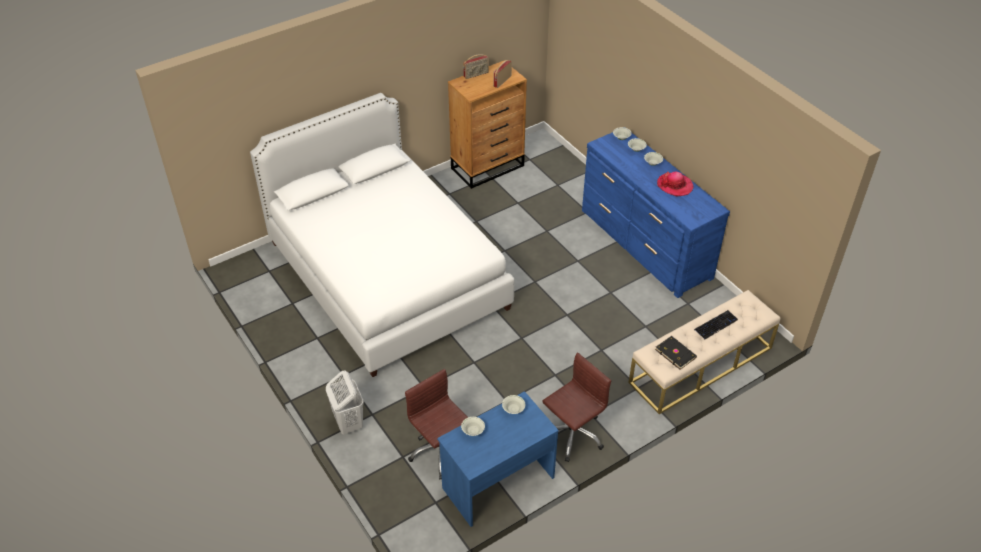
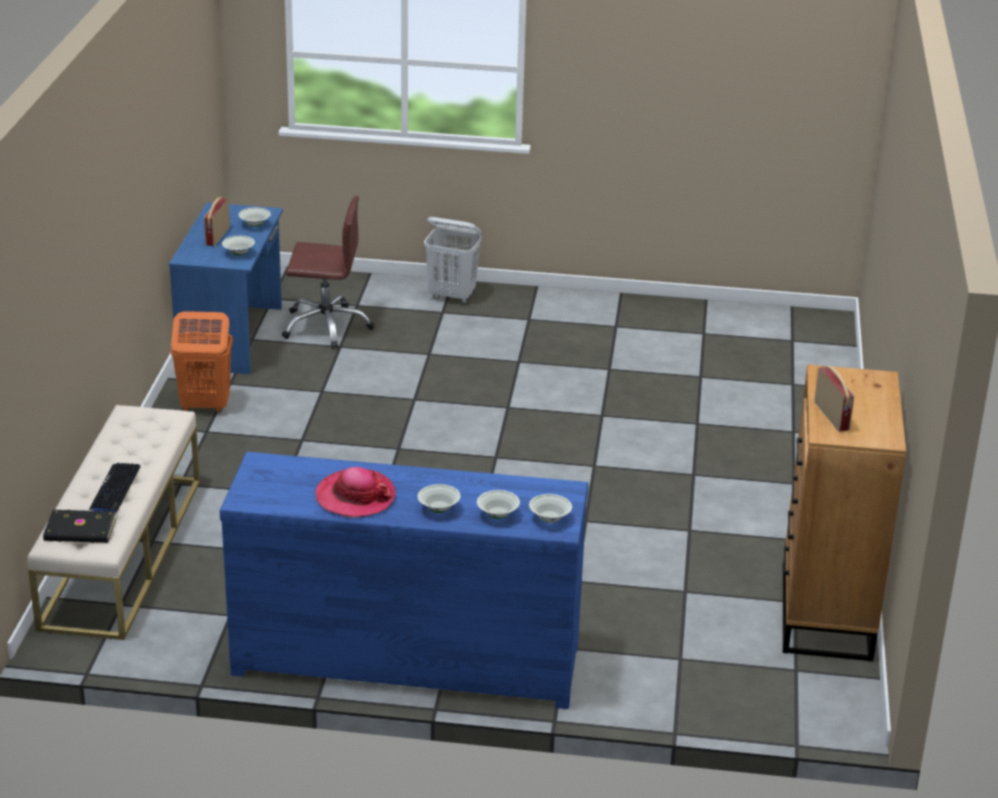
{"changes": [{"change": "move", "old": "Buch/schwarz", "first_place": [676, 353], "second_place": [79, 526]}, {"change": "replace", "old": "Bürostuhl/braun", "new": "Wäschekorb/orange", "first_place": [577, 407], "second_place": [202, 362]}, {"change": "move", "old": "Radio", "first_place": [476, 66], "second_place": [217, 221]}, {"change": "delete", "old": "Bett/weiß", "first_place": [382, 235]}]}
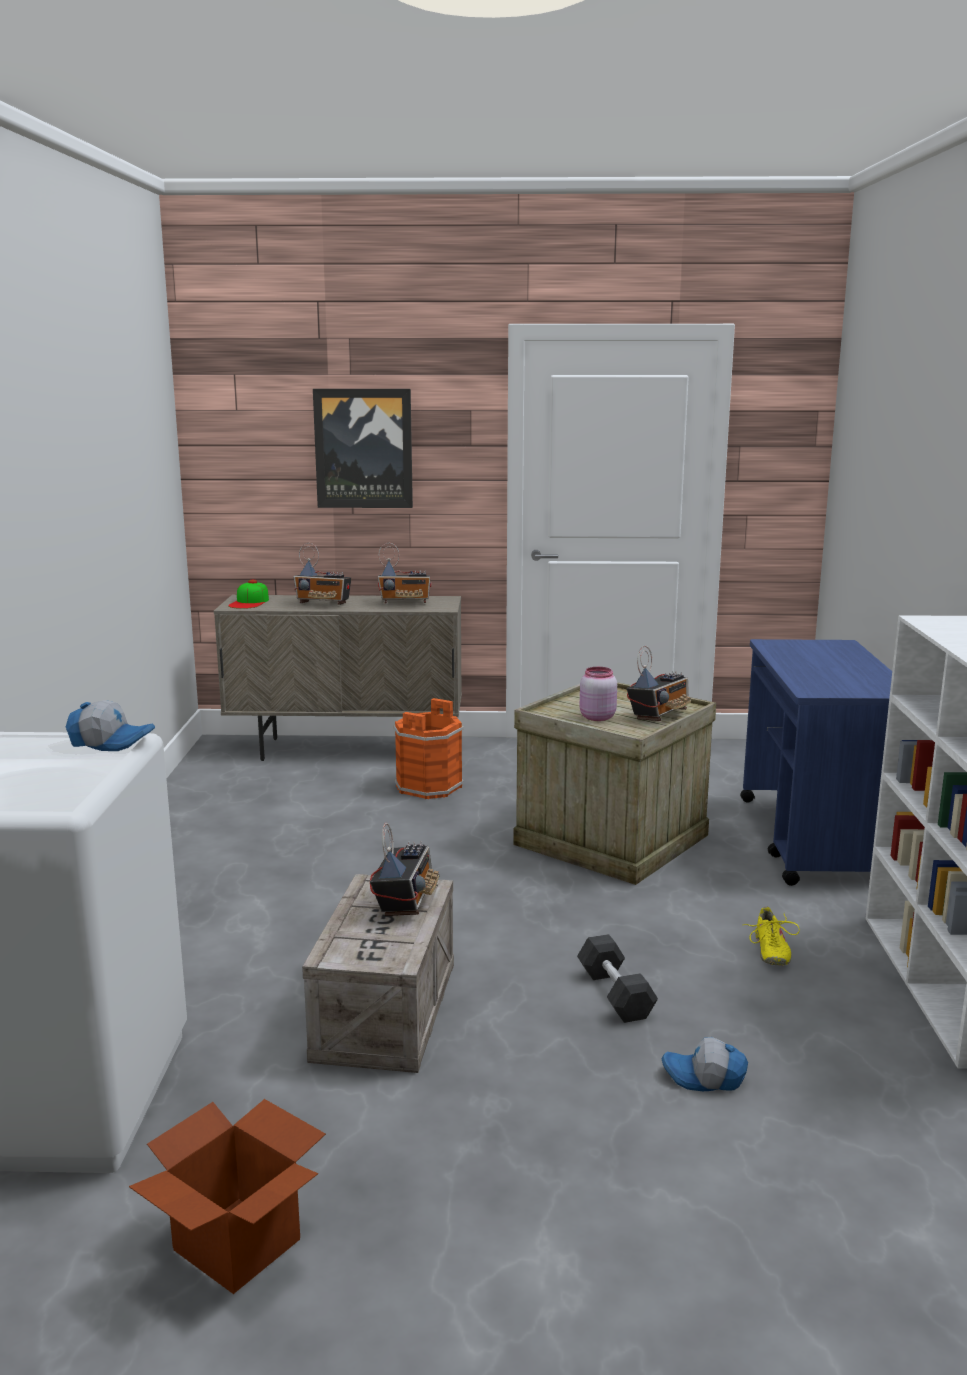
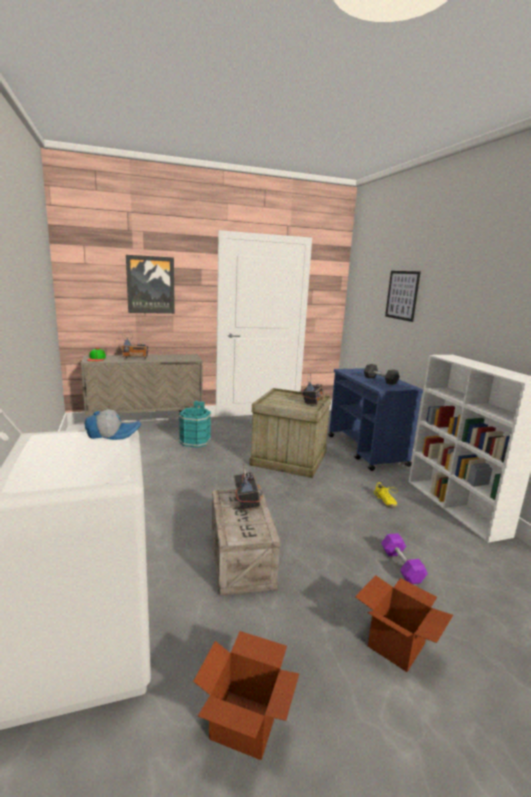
{"changes": [{"change": "recolor", "old": "Eimer/orange", "new": "Eimer/türkis", "first_place": [429, 748], "second_place": [194, 424]}, {"change": "insert", "new": "Karton", "second_place": [404, 623]}, {"change": "move", "old": "Hantel/grau", "first_place": [617, 978], "second_place": [382, 374]}, {"change": "replace", "old": "Kappe", "new": "Hantel/lila", "first_place": [704, 1064], "second_place": [404, 558]}, {"change": "insert", "new": "Bild", "second_place": [403, 296]}, {"change": "delete", "old": "Radio", "first_place": [404, 573]}, {"change": "delete", "old": "Vorratsglas/rosa", "first_place": [598, 694]}]}
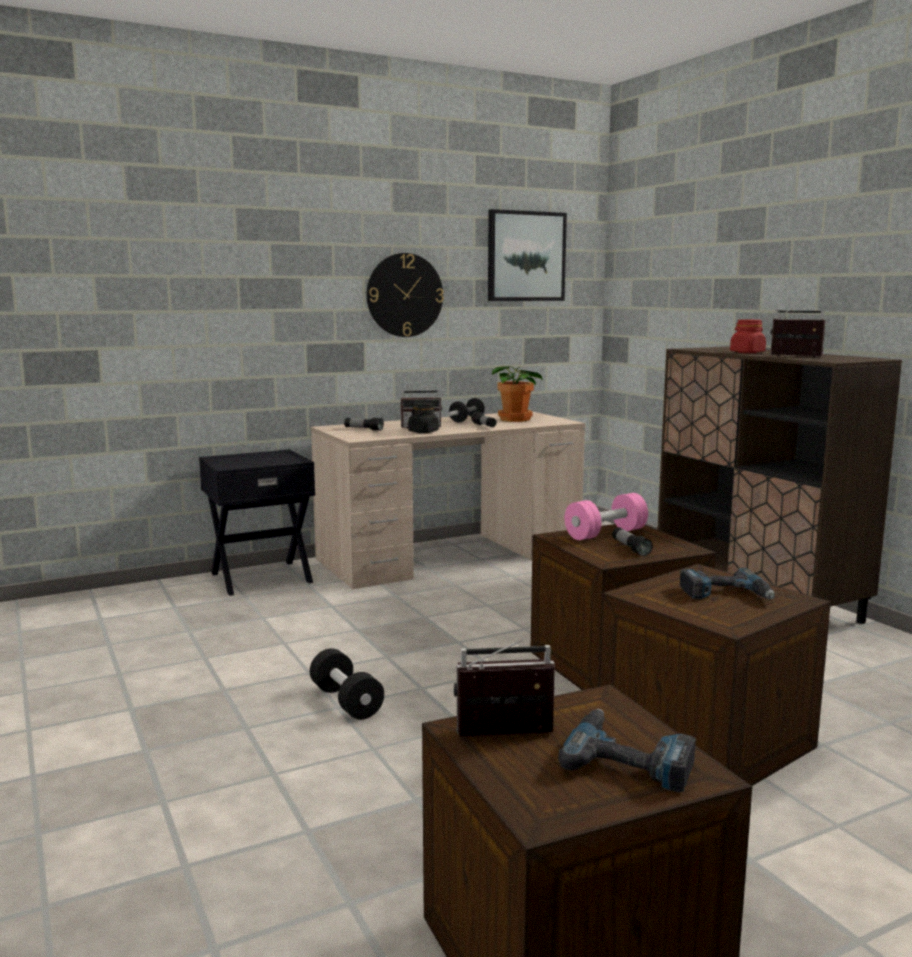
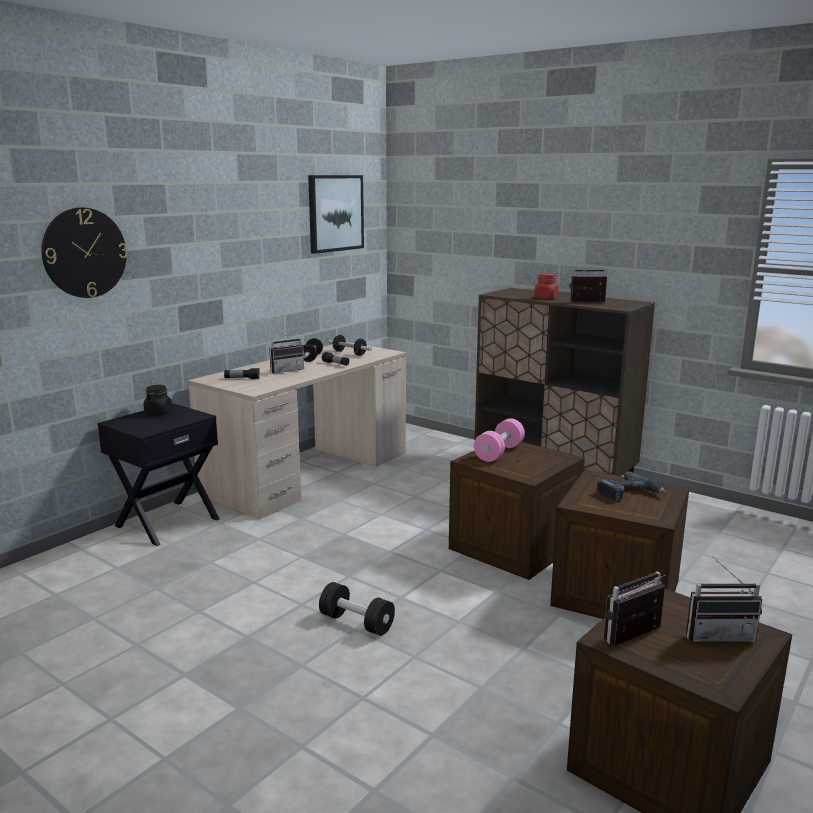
{"changes": [{"change": "move", "old": "Wanduhr", "first_place": [405, 295], "second_place": [84, 252]}, {"change": "move", "old": "Vorratsglas/schwarz", "first_place": [423, 417], "second_place": [158, 400]}, {"change": "replace", "old": "Topfpflanze", "new": "Hantel", "first_place": [517, 394], "second_place": [350, 345]}, {"change": "replace", "old": "Bohrmaschine", "new": "Radio", "first_place": [627, 750], "second_place": [724, 599]}, {"change": "delete", "old": "Taschenlampe", "first_place": [632, 541]}]}
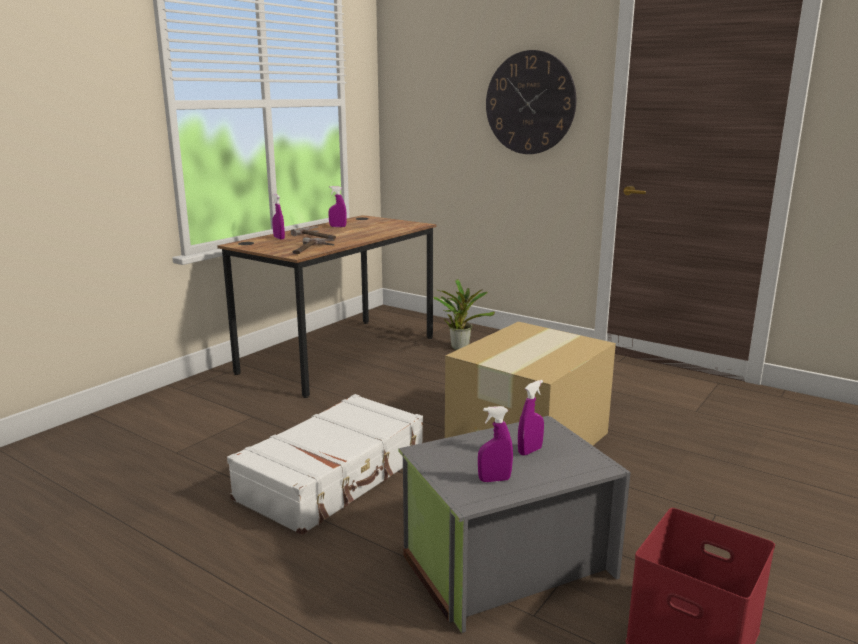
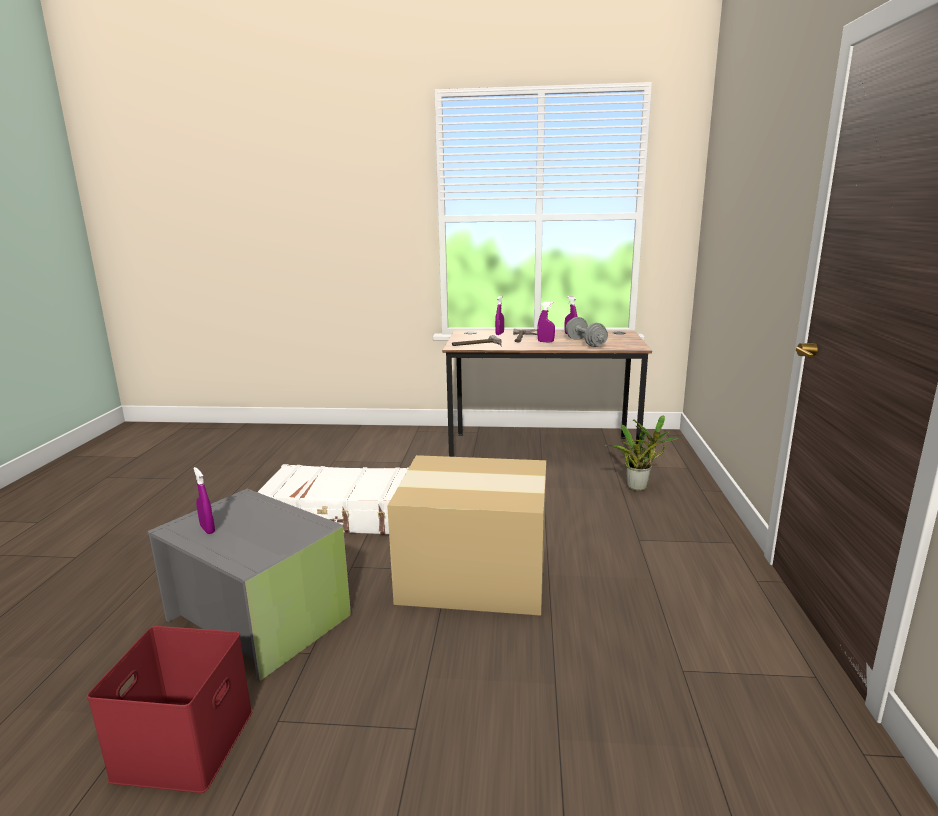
{"changes": [{"change": "move", "old": "Sprühflasche/lila", "first_place": [531, 417], "second_place": [546, 322]}, {"change": "insert", "new": "Hantel/grau", "second_place": [587, 332]}, {"change": "delete", "old": "Wanduhr", "first_place": [531, 102]}]}
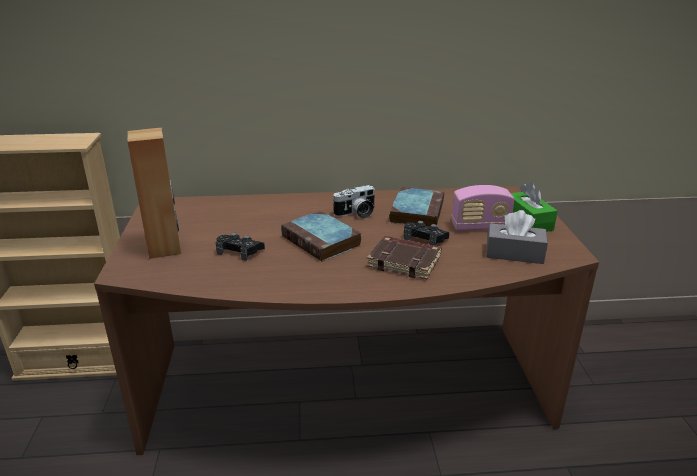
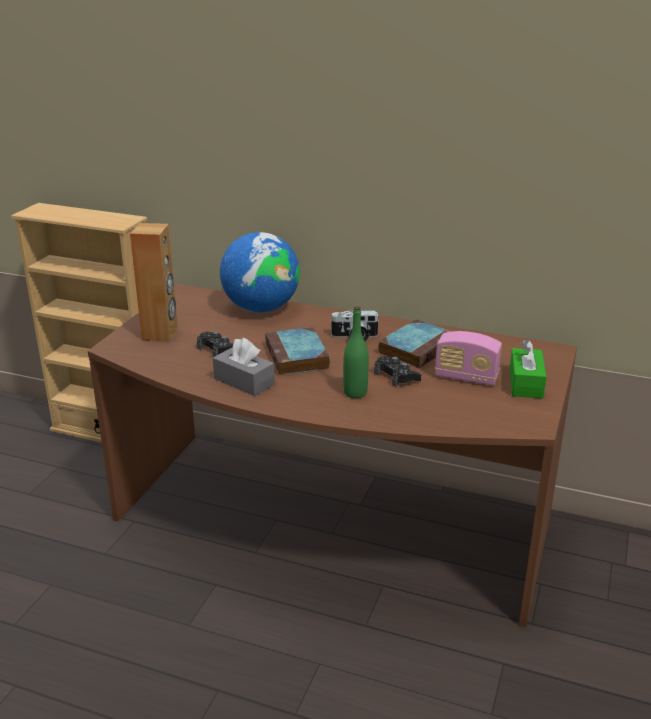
{"changes": [{"change": "move", "old": "Taschentuchbox/grau", "first_place": [517, 237], "second_place": [244, 367]}, {"change": "insert", "new": "Globus", "second_place": [260, 272]}, {"change": "replace", "old": "Buch/braun", "new": "Flasche/grün", "first_place": [404, 257], "second_place": [356, 352]}]}
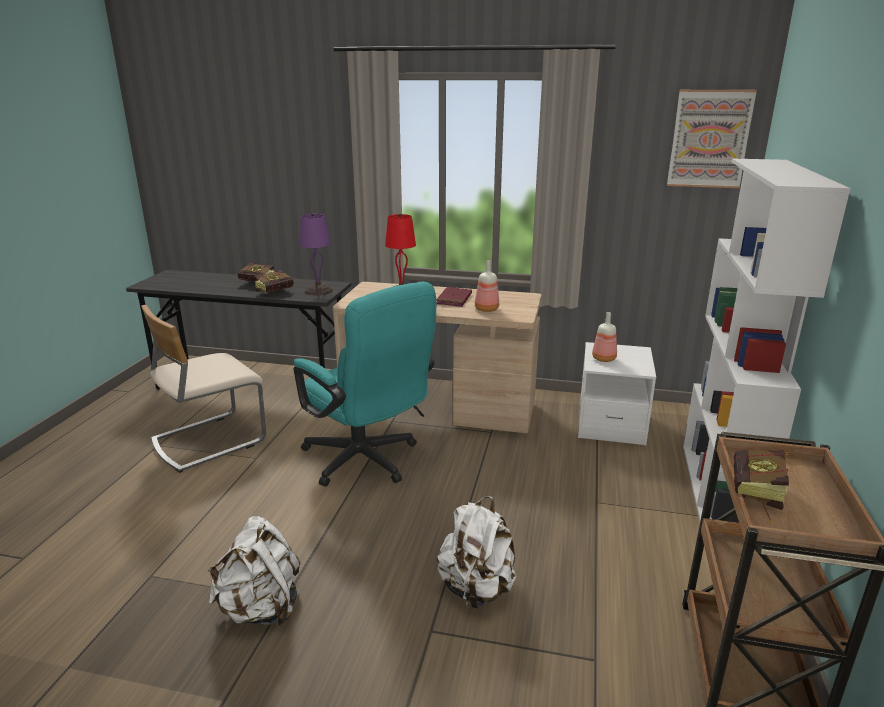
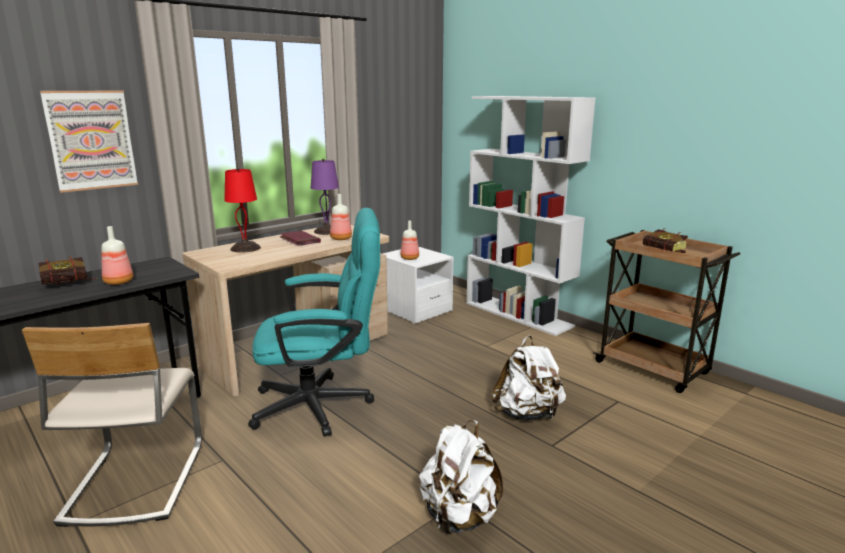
{"changes": [{"change": "move", "old": "Bild", "first_place": [712, 139], "second_place": [89, 141]}, {"change": "replace", "old": "Buch", "new": "Flasche", "first_place": [274, 281], "second_place": [117, 255]}, {"change": "move", "old": "Tischlampe/lila", "first_place": [316, 254], "second_place": [325, 197]}]}
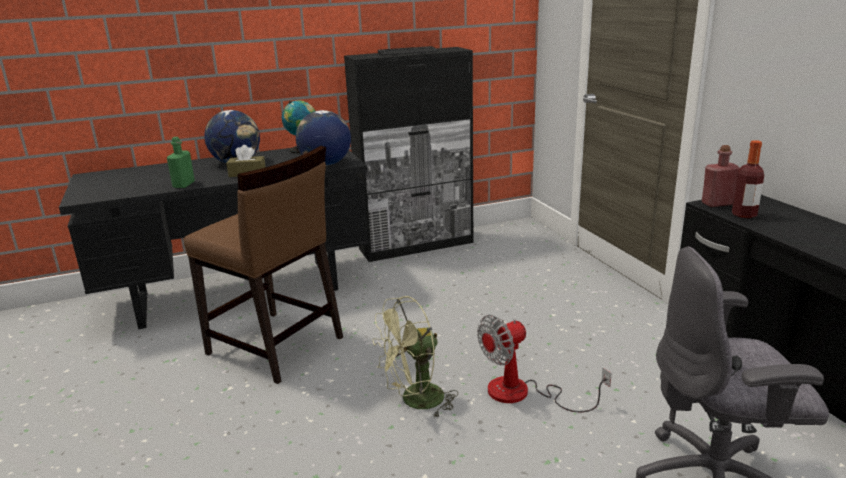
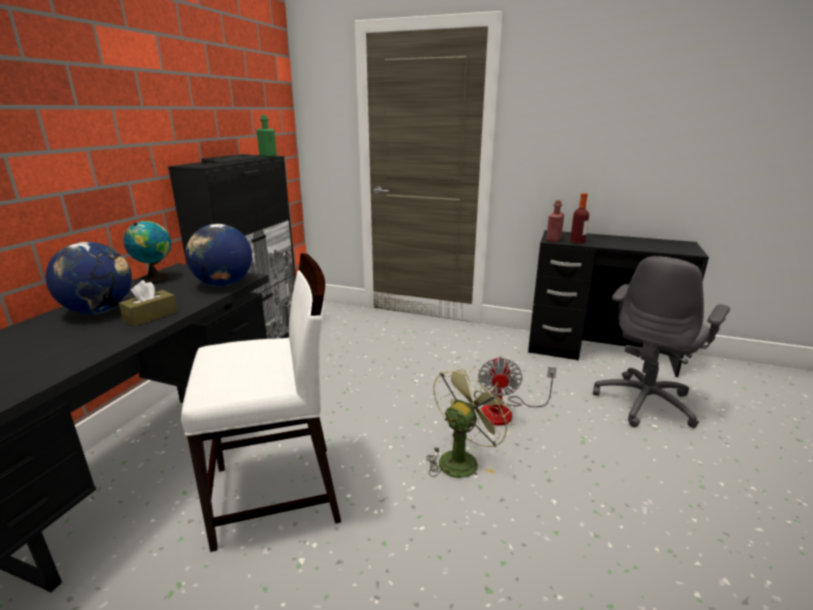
{"changes": [{"change": "recolor", "old": "Stuhl/braun", "new": "Stuhl/weiß", "first_place": [263, 265], "second_place": [261, 402]}, {"change": "move", "old": "Flasche/grün", "first_place": [181, 162], "second_place": [266, 136]}, {"change": "rotate", "old": "Ventilator/grün", "first_place": [415, 357], "second_place": [469, 421], "degrees": -150}]}
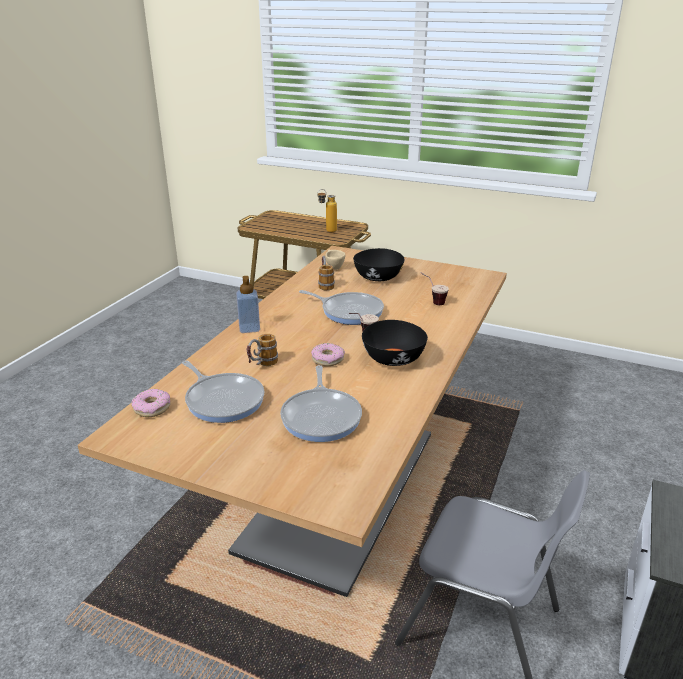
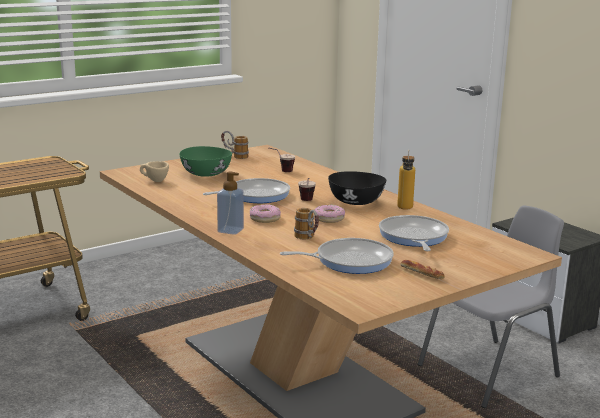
{"changes": [{"change": "recolor", "old": "Schüssel/schwarz", "new": "Schüssel/grün", "first_place": [379, 264], "second_place": [205, 161]}, {"change": "move", "old": "Henkelbecher", "first_place": [326, 272], "second_place": [235, 145]}, {"change": "move", "old": "Donut", "first_place": [151, 403], "second_place": [265, 213]}, {"change": "rotate", "old": "Pfanne", "first_place": [321, 403], "second_place": [414, 233], "degrees": -120}, {"change": "move", "old": "Flasche", "first_place": [327, 210], "second_place": [406, 180]}, {"change": "insert", "new": "Brot", "second_place": [422, 269]}]}
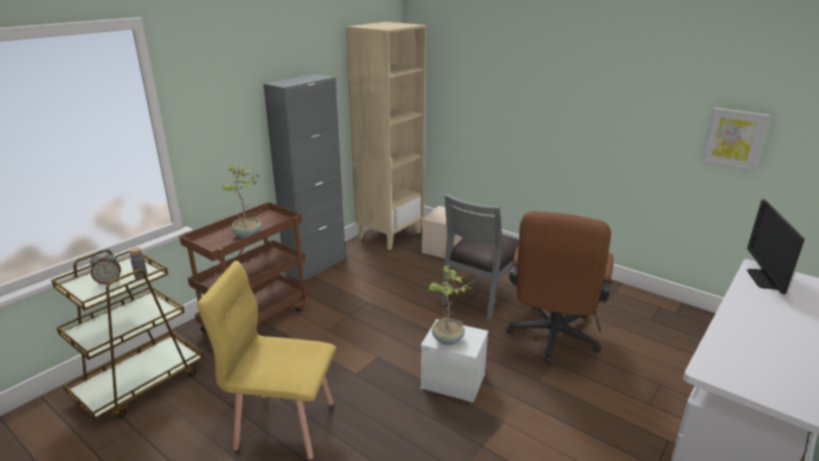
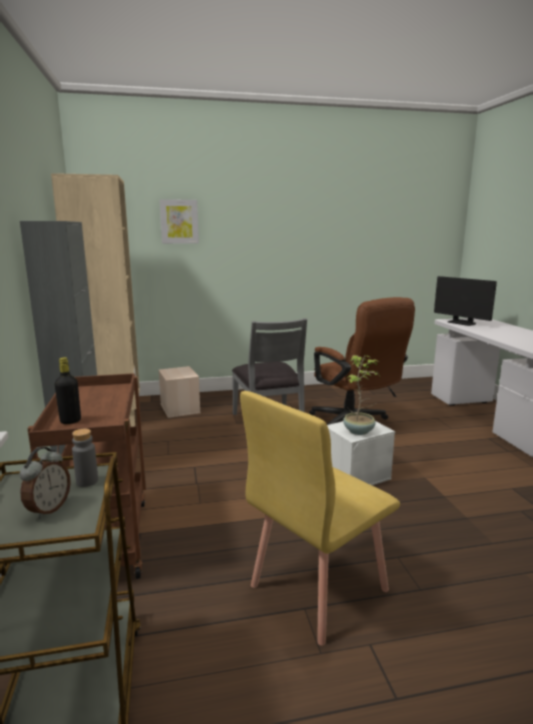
{"changes": [{"change": "insert", "new": "Flasche/schwarz", "second_place": [68, 390]}, {"change": "move", "old": "Bild", "first_place": [735, 139], "second_place": [179, 221]}, {"change": "delete", "old": "Topfpflanze", "first_place": [242, 202]}]}
